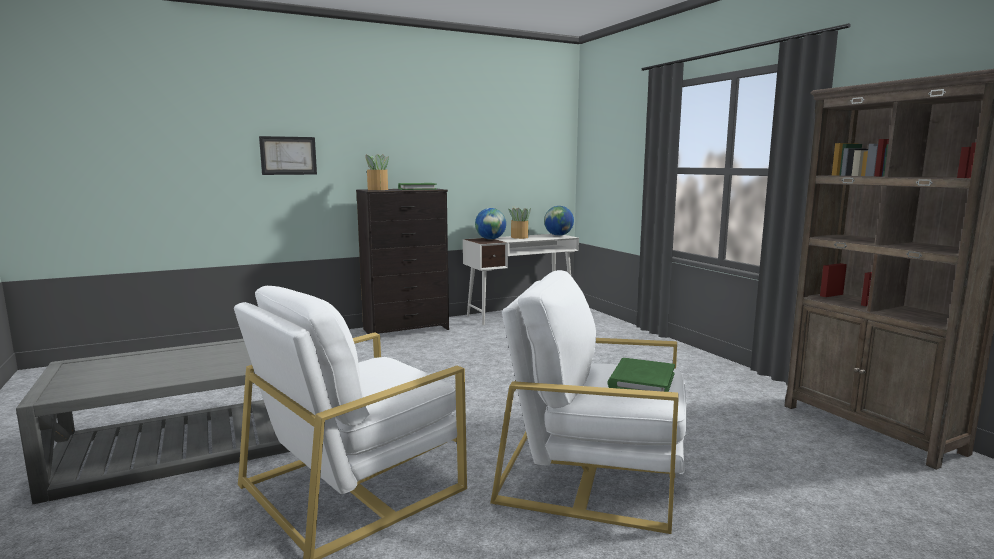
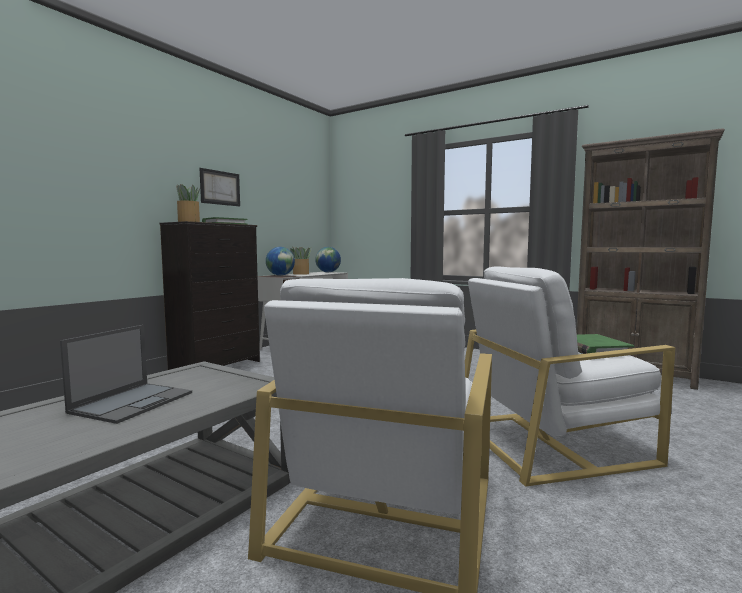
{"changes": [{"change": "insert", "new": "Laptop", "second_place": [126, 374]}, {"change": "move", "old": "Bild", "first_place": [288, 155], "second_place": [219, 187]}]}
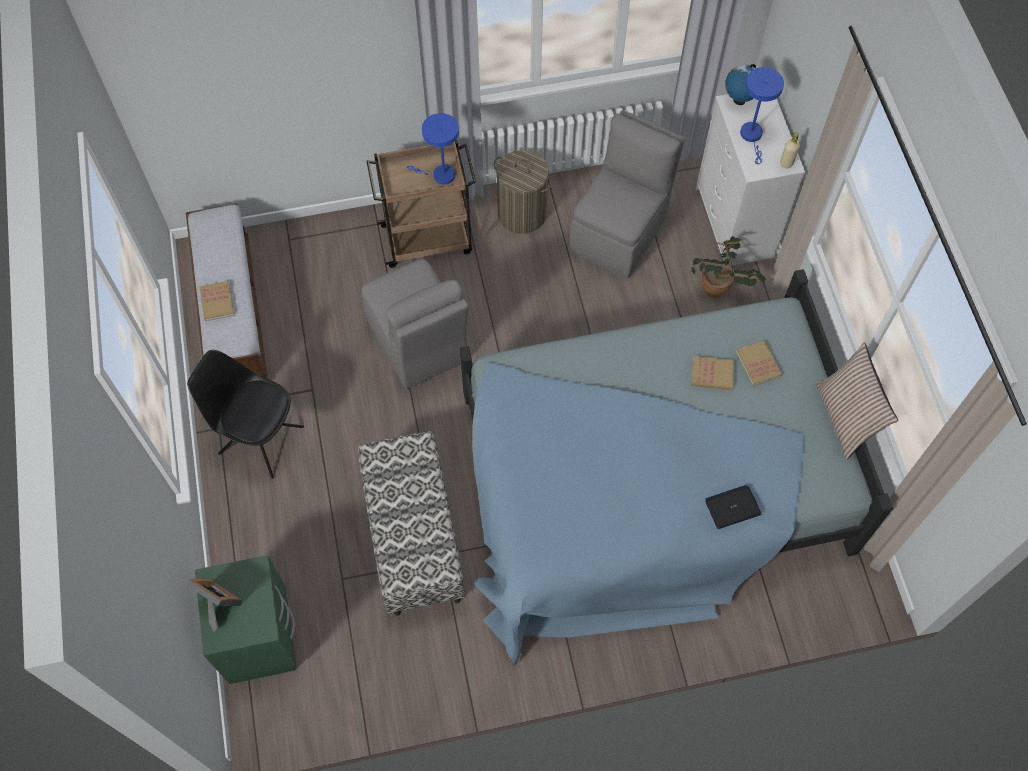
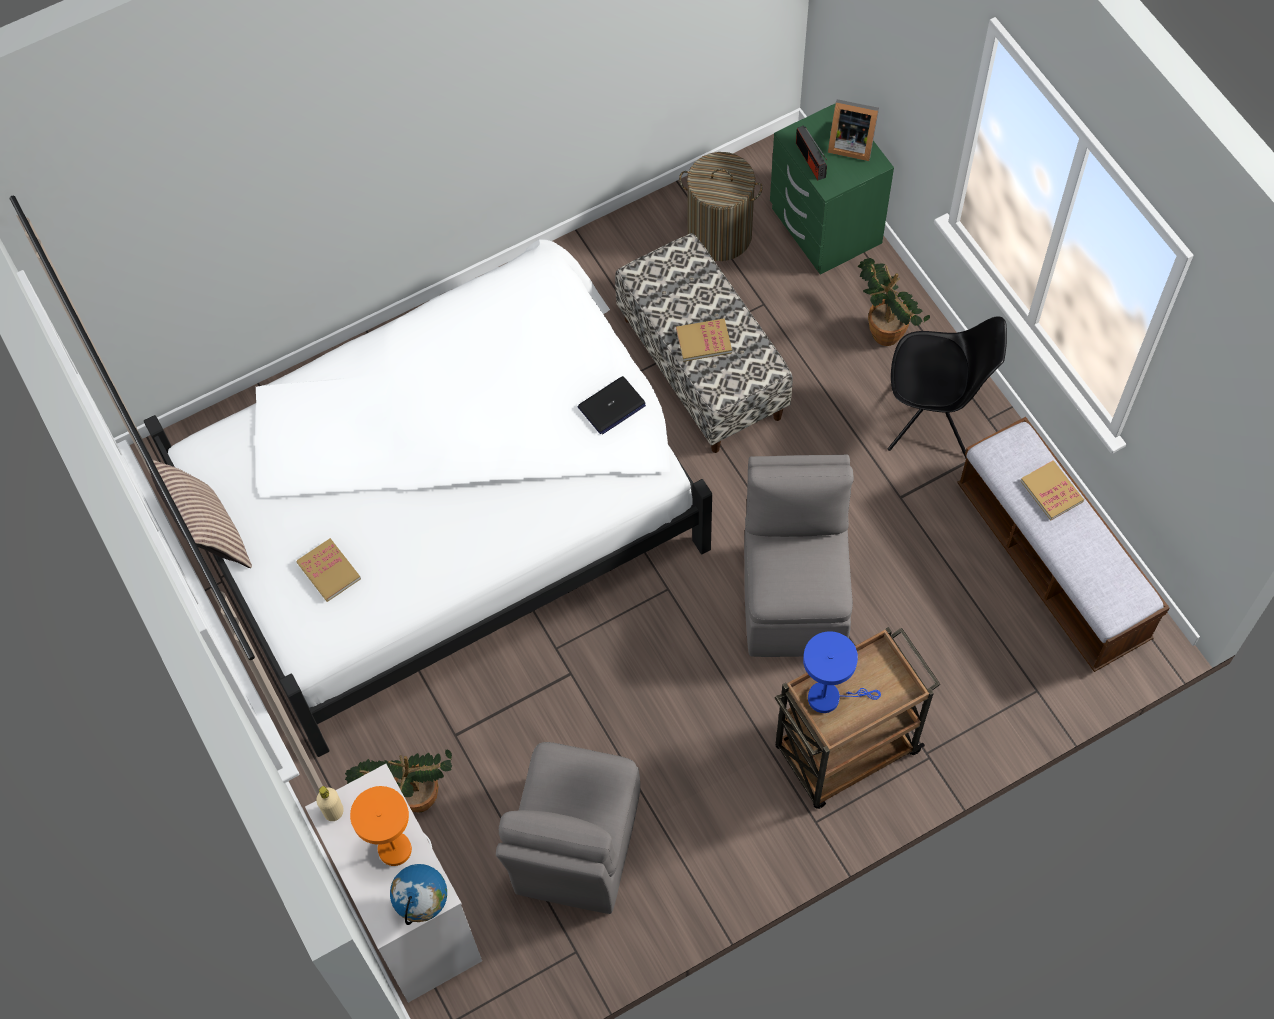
{"changes": [{"change": "recolor", "old": "Bett/blau", "new": "Bett/weiß", "first_place": [676, 467], "second_place": [428, 498]}, {"change": "recolor", "old": "Tischlampe/blau", "new": "Tischlampe/orange", "first_place": [762, 115], "second_place": [381, 826]}, {"change": "move", "old": "Laptop", "first_place": [733, 507], "second_place": [612, 405]}, {"change": "move", "old": "Buch", "first_place": [713, 373], "second_place": [704, 340]}, {"change": "move", "old": "Wäschekorb", "first_place": [523, 192], "second_place": [721, 206]}, {"change": "rotate", "old": "Stuhl/grau", "first_place": [415, 324], "second_place": [799, 555], "degrees": 45}, {"change": "insert", "new": "Radio", "second_place": [811, 152]}, {"change": "insert", "new": "Topfpflanze", "second_place": [894, 302]}]}
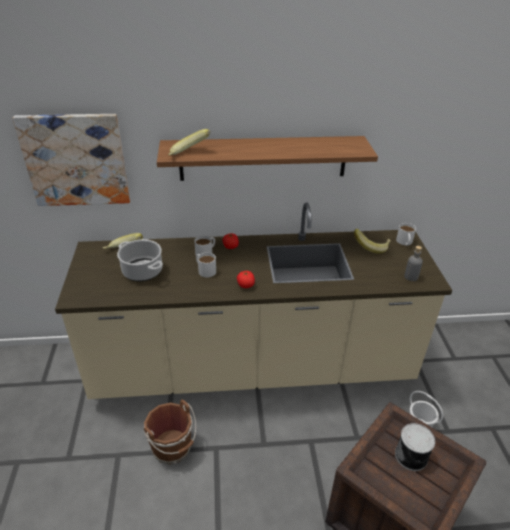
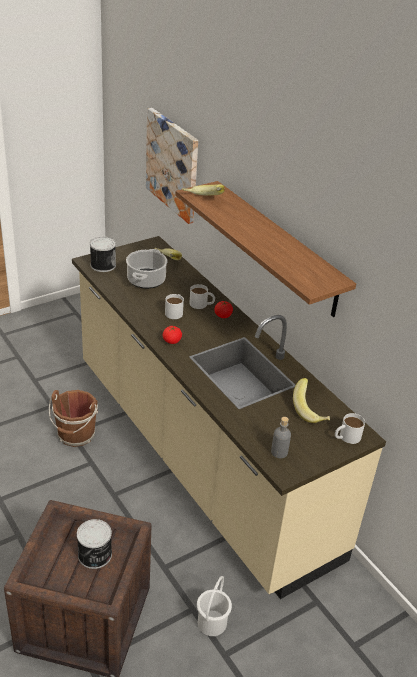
{"changes": [{"change": "insert", "new": "Dose", "second_place": [103, 254]}]}
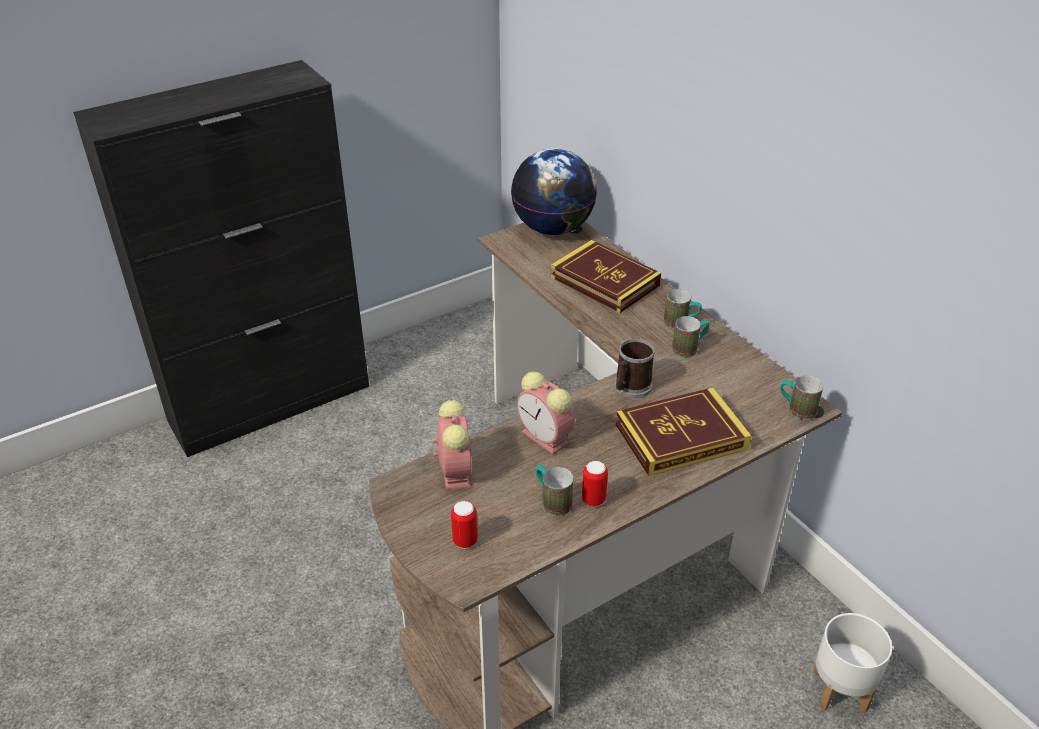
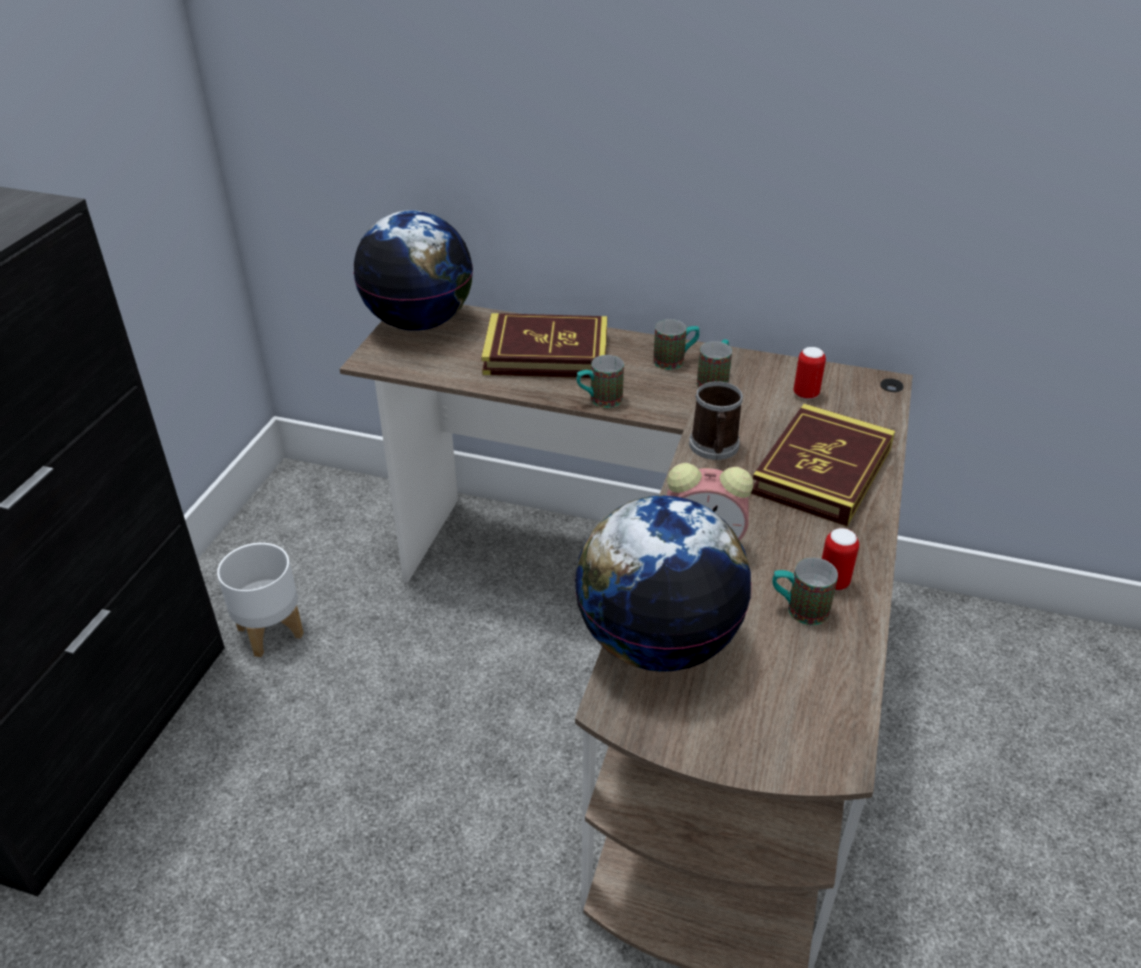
{"changes": [{"change": "move", "old": "Pflanzkübel/weiß", "first_place": [852, 663], "second_place": [260, 600]}, {"change": "replace", "old": "Wecker", "new": "Globus", "first_place": [452, 445], "second_place": [663, 584]}, {"change": "move", "old": "Henkelbecher", "first_place": [801, 398], "second_place": [600, 381]}, {"change": "move", "old": "Dose", "first_place": [464, 525], "second_place": [810, 373]}]}
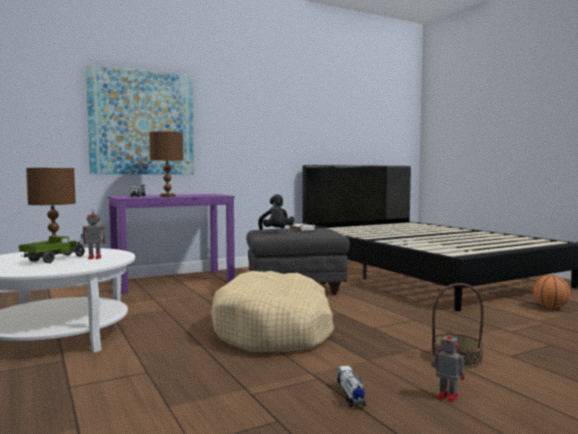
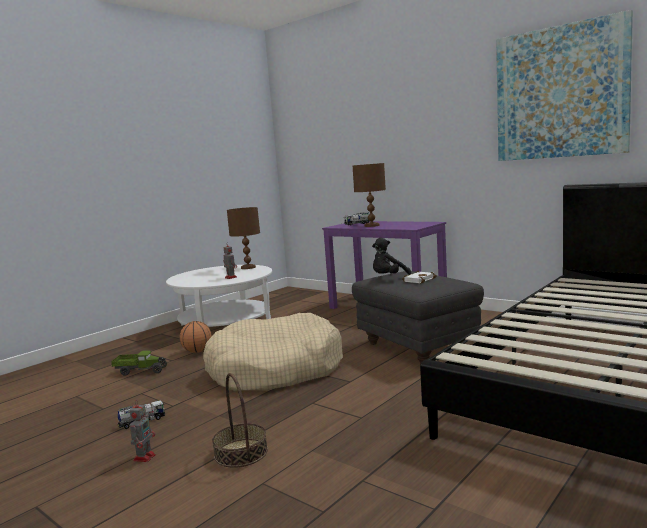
{"changes": [{"change": "move", "old": "Spielzeuglaster", "first_place": [52, 249], "second_place": [139, 363]}, {"change": "move", "old": "Basketball", "first_place": [552, 292], "second_place": [196, 337]}, {"change": "move", "old": "Bild", "first_place": [140, 119], "second_place": [564, 85]}]}
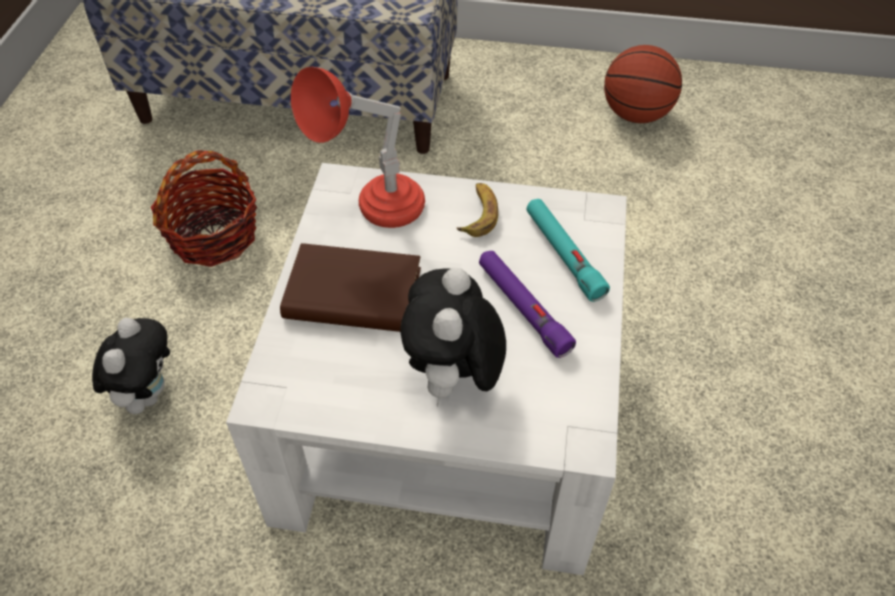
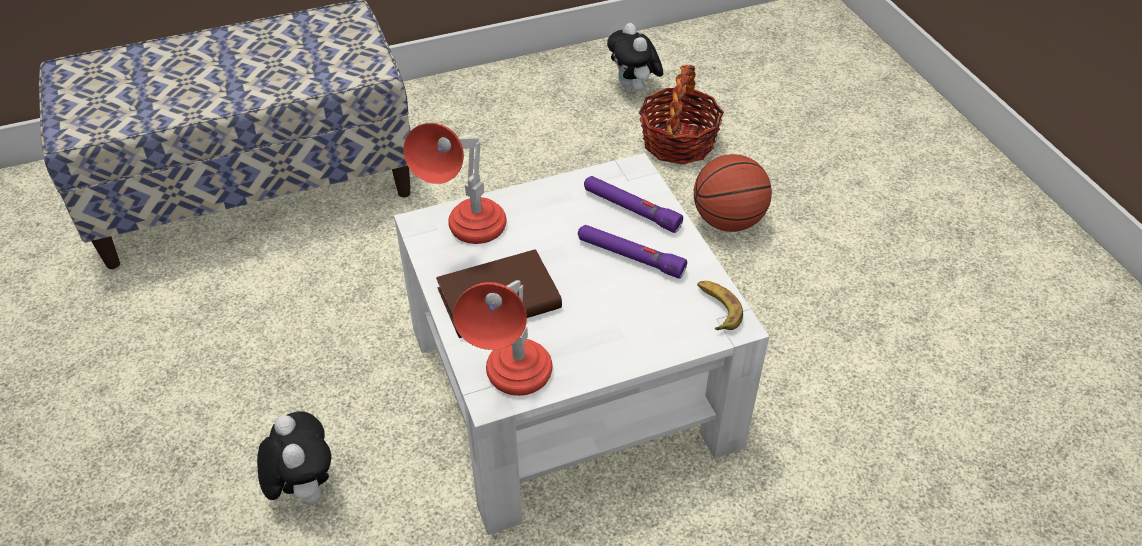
{"changes": [{"change": "insert", "new": "Tischlampe/rot", "second_place": [503, 338]}, {"change": "recolor", "old": "Taschenlampe/türkis", "new": "Taschenlampe/lila", "first_place": [568, 250], "second_place": [633, 204]}, {"change": "move", "old": "Plüschtier", "first_place": [453, 337], "second_place": [635, 58]}, {"change": "move", "old": "Korb", "first_place": [204, 208], "second_place": [681, 115]}, {"change": "move", "old": "Basketball", "first_place": [643, 84], "second_place": [733, 193]}, {"change": "move", "old": "Banane", "first_place": [477, 210], "second_place": [720, 305]}]}
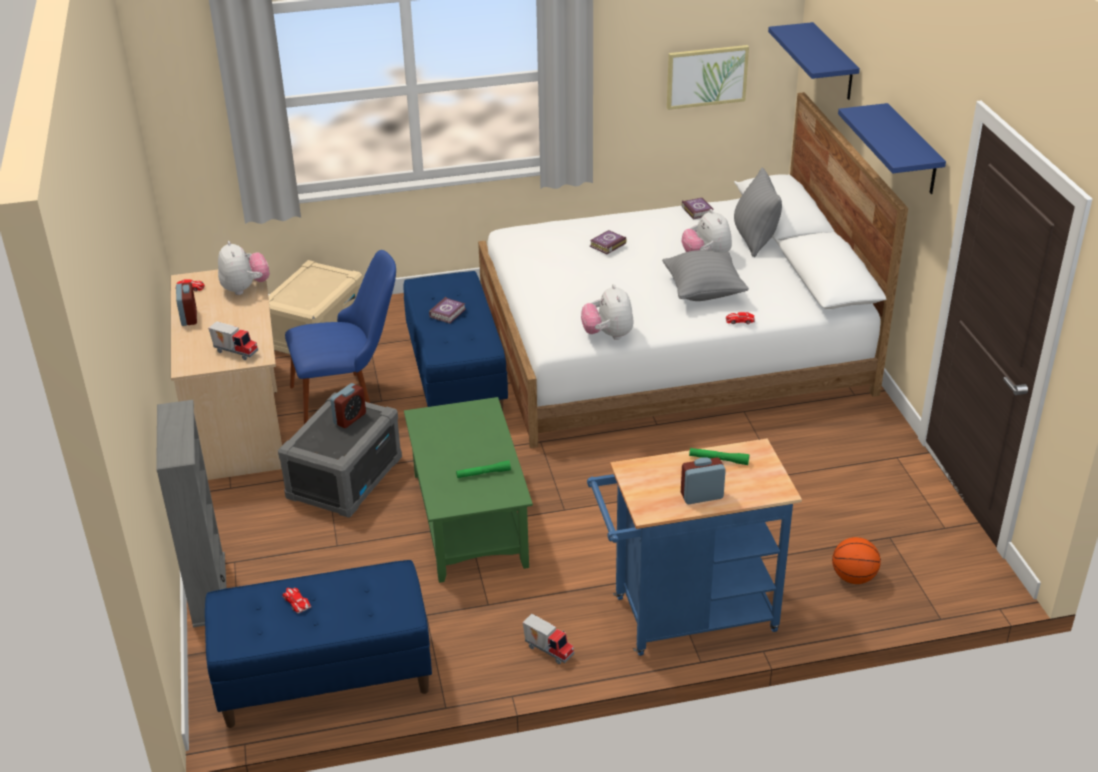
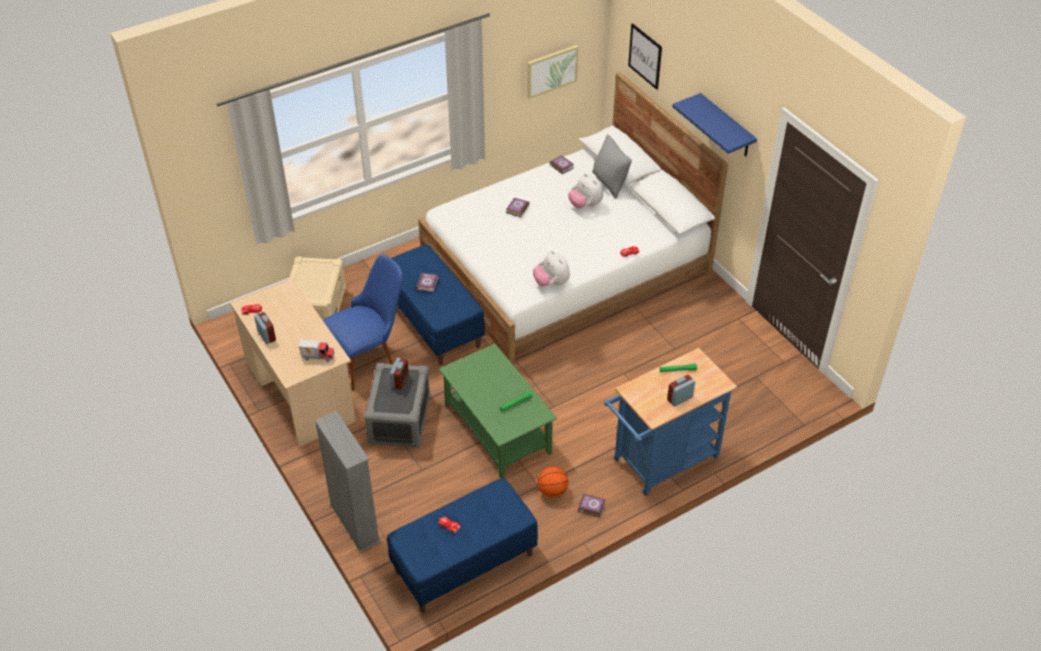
{"changes": [{"change": "move", "old": "Basketball", "first_place": [856, 560], "second_place": [552, 482]}, {"change": "replace", "old": "Spielzeuglaster", "new": "Buch", "first_place": [548, 639], "second_place": [591, 505]}, {"change": "replace", "old": "Wandregal/blau", "new": "Bild", "first_place": [814, 61], "second_place": [645, 56]}, {"change": "delete", "old": "Plüschtier", "first_place": [244, 268]}, {"change": "delete", "old": "Kissen/grau", "first_place": [705, 275]}]}
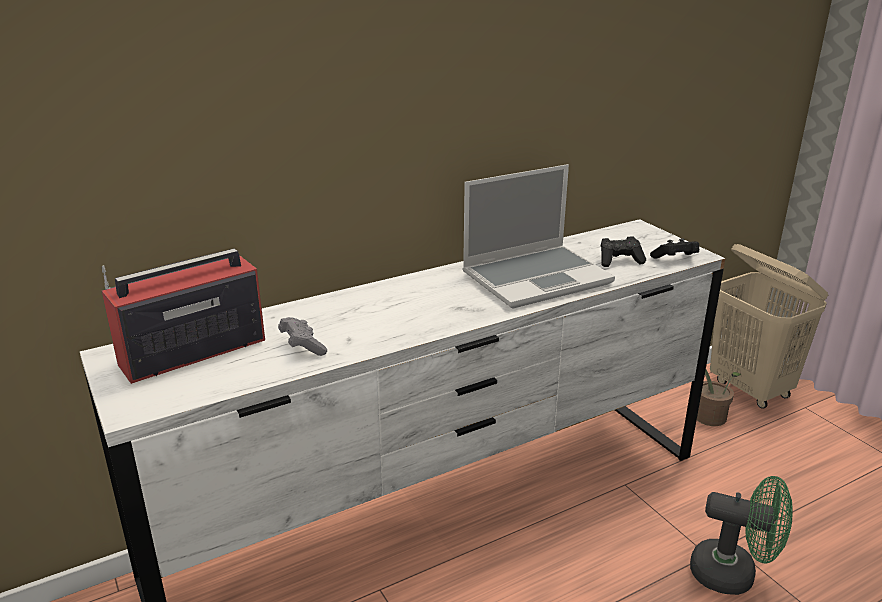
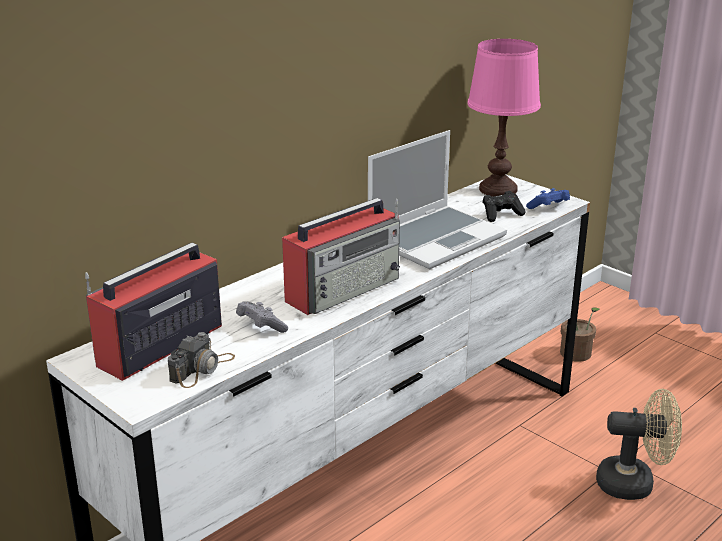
{"changes": [{"change": "insert", "new": "Kamera", "second_place": [201, 360]}, {"change": "insert", "new": "Radio", "second_place": [341, 256]}, {"change": "insert", "new": "Tischlampe/rosa", "second_place": [504, 118]}, {"change": "recolor", "old": "Gamepad/schwarz", "new": "Gamepad/blau", "first_place": [674, 248], "second_place": [548, 198]}, {"change": "recolor", "old": "Ventilator/grün", "new": "Ventilator/beige", "first_place": [741, 535], "second_place": [639, 444]}, {"change": "delete", "old": "Wäschekorb/beige", "first_place": [769, 326]}]}
